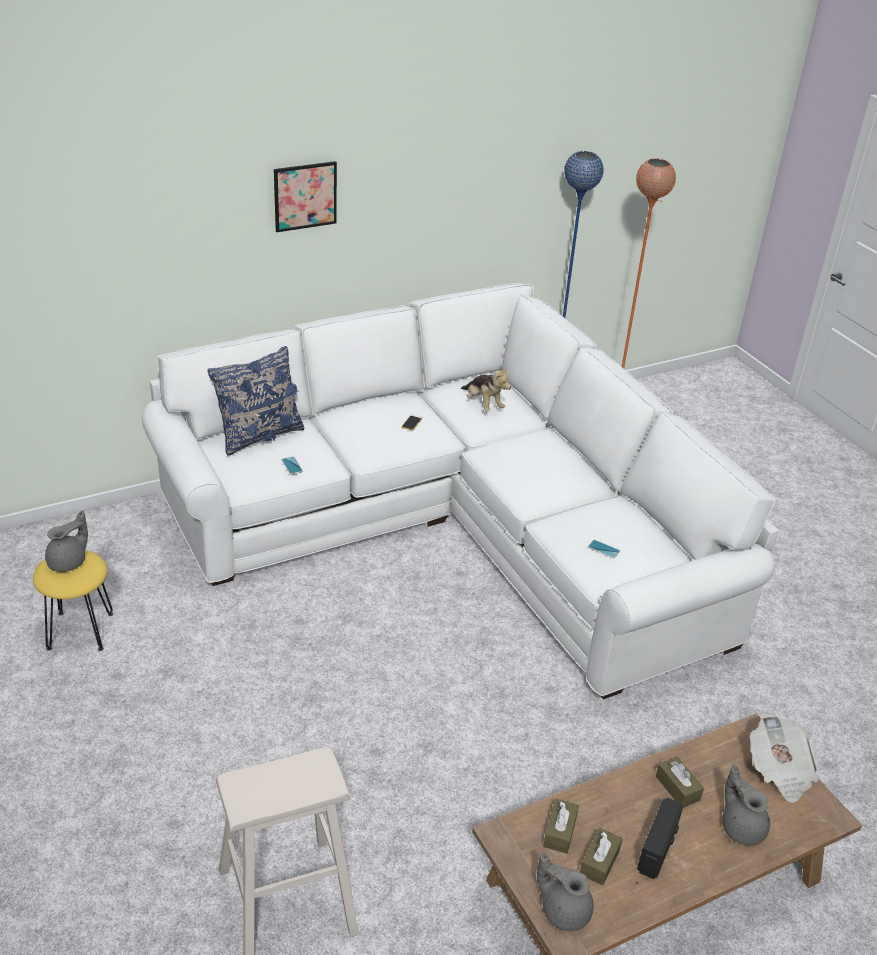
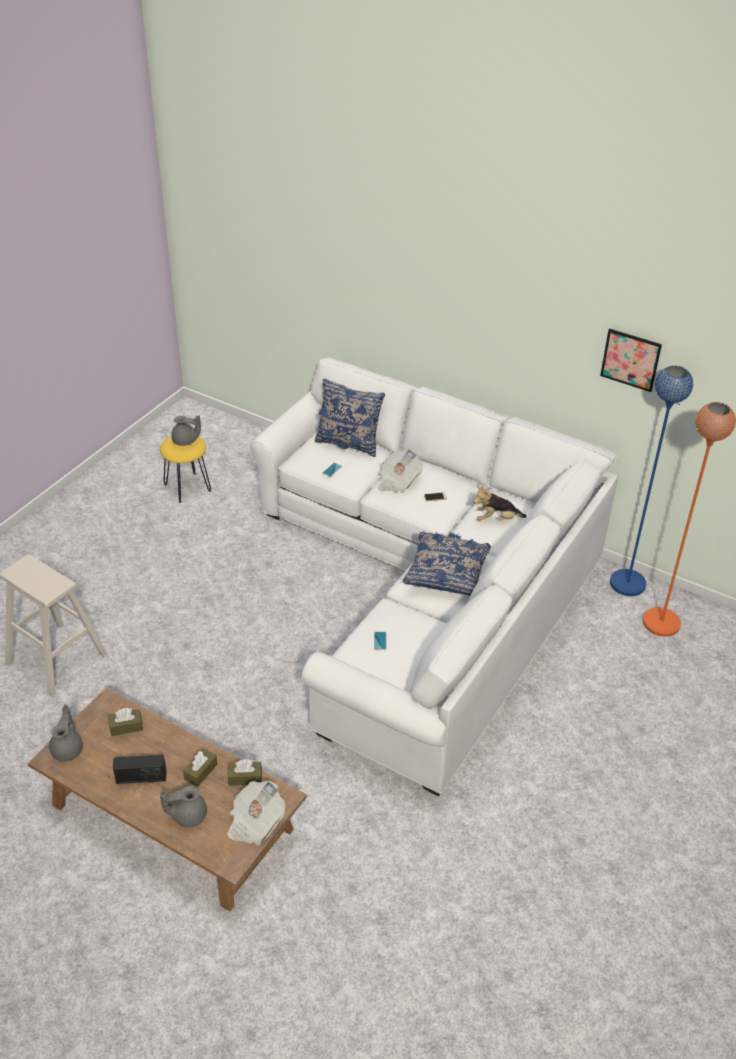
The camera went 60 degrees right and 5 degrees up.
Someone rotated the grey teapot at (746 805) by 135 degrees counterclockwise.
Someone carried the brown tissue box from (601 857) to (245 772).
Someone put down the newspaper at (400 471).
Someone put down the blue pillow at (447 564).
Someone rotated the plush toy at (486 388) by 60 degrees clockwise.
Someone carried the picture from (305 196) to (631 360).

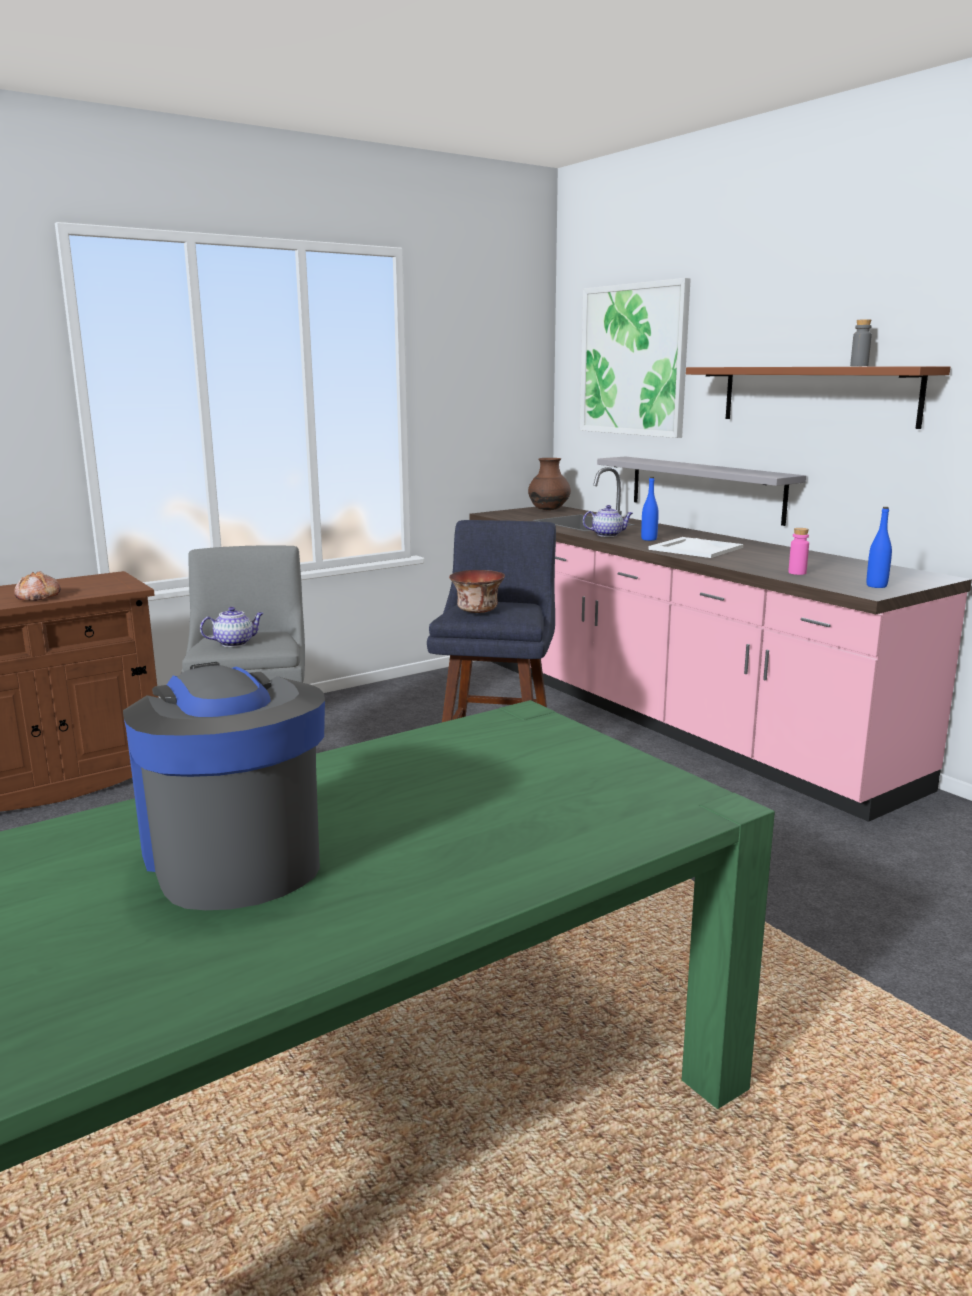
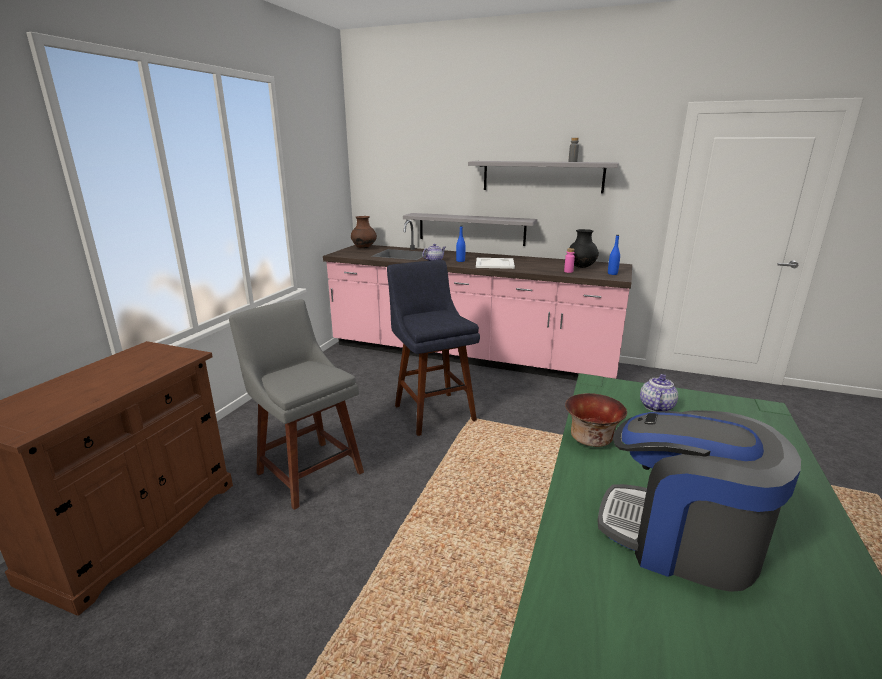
The camera went 35 degrees left and 5 degrees up.
Someone repainted the brown shelf at (818 397), which became the grey shelf at (543 177).
Someone carried the bowl from (477 591) to (596 420).
Someone put down the black vase at (584 248).
Someone carried the teapot from (232 627) to (659 393).
Someone took away the bread at (37 586).
Someone took away the picture at (635 358).

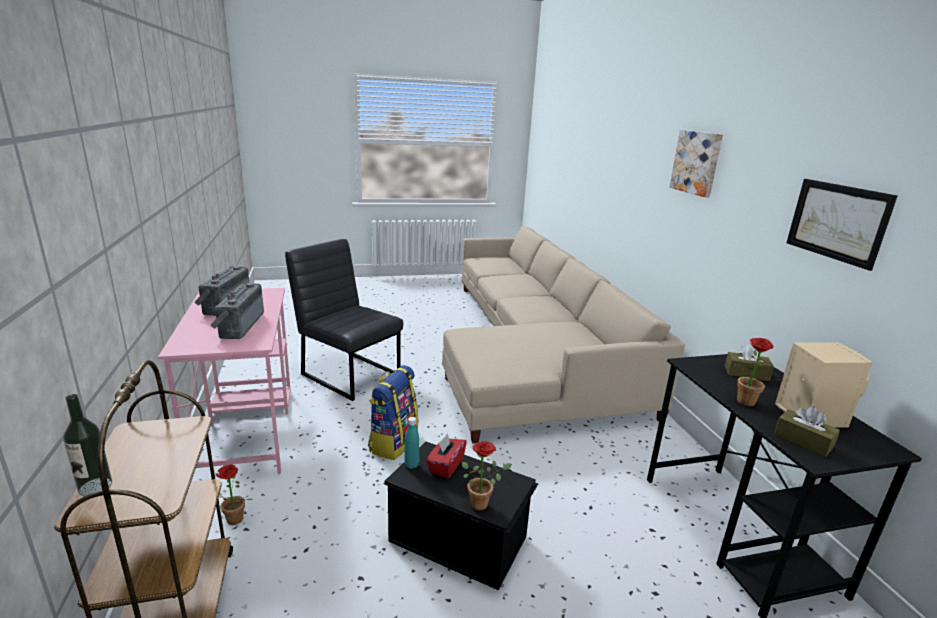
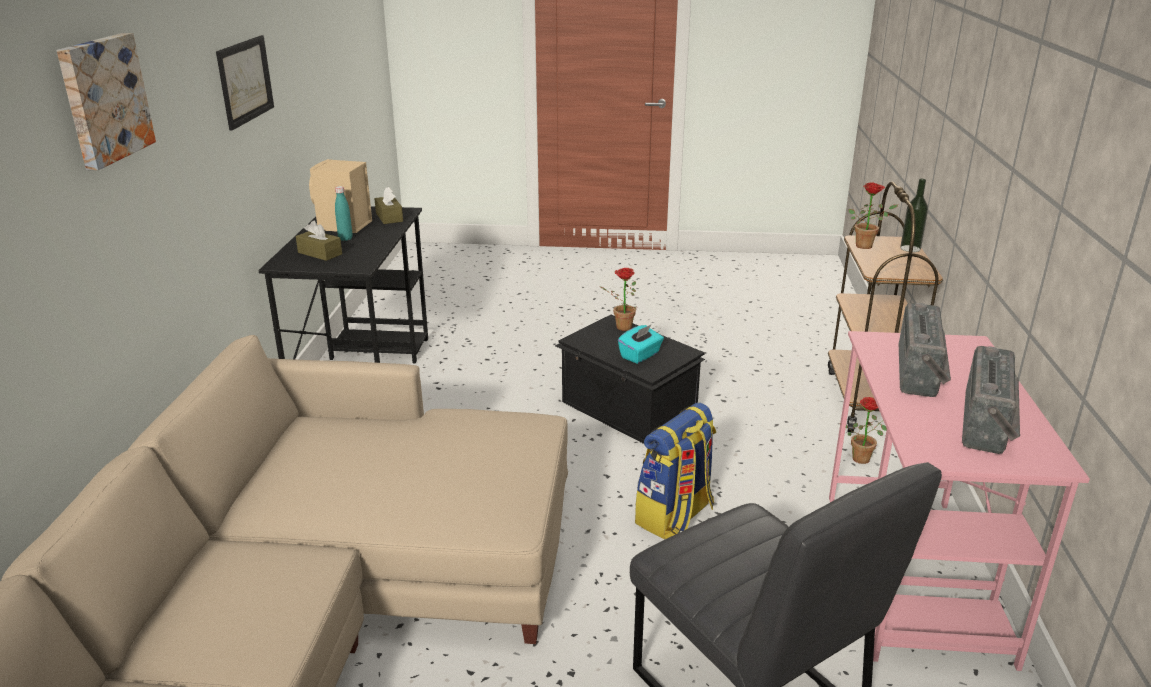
The camera went 160 degrees left and 5 degrees up.
Someone carried the turquoise bottle from (411 443) to (344 213).
Someone repainted the red tissue box at (446 456), which became the turquoise tissue box at (641 344).
Someone carried the potted plant from (758 372) to (873 216).

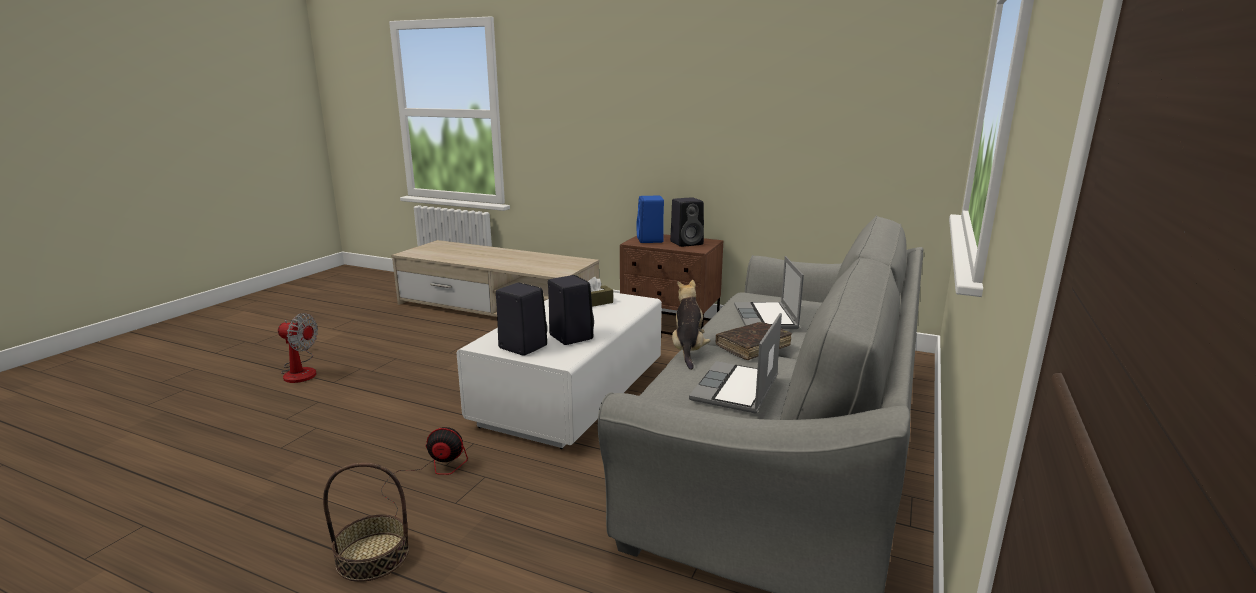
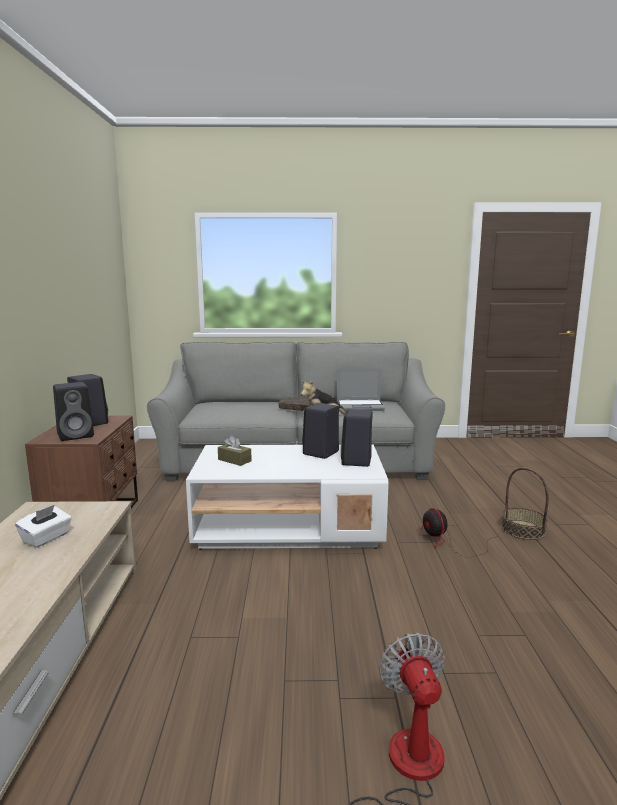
The camera went 115 degrees left and 5 degrees down.
Someone put down the white tissue box at (43 526).
Someone repainted the blue speaker at (650 219), which became the black speaker at (73 411).
Someone took away the laptop at (769 292).

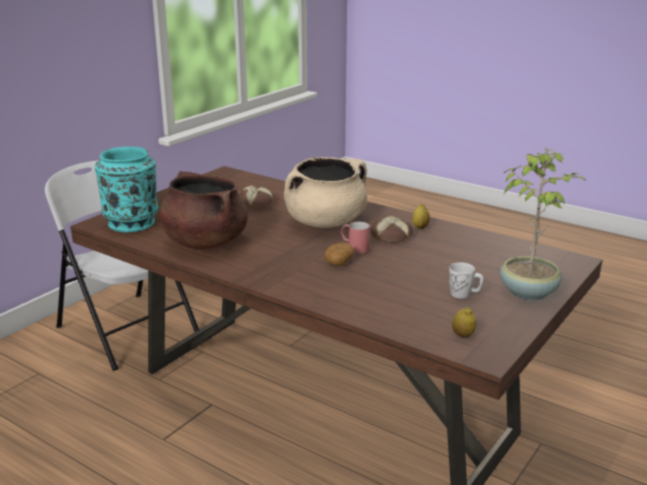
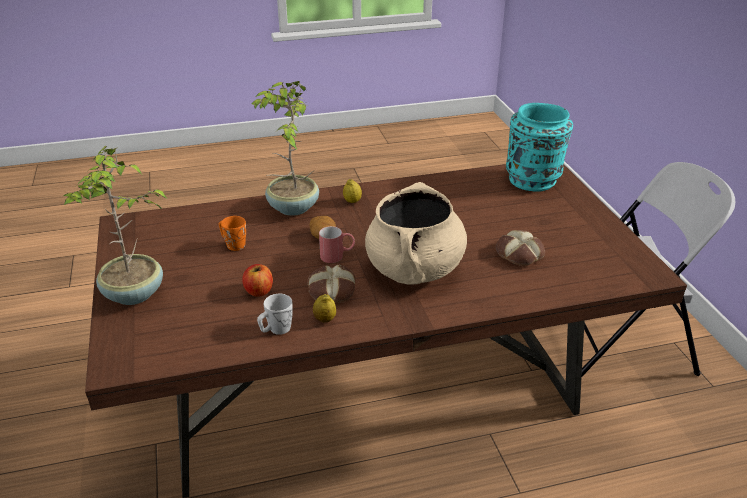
The camera went 130 degrees right and 10 degrees up.
Someone put down the orange mug at (232 233).
Someone put down the apple at (257 280).
Someone put down the potted plant at (285 148).
Someone carried the white mug from (466 280) to (275 314).
Someone carried the lemon from (464 322) to (352 191).
Someone took away the brown cooking pot at (203 210).

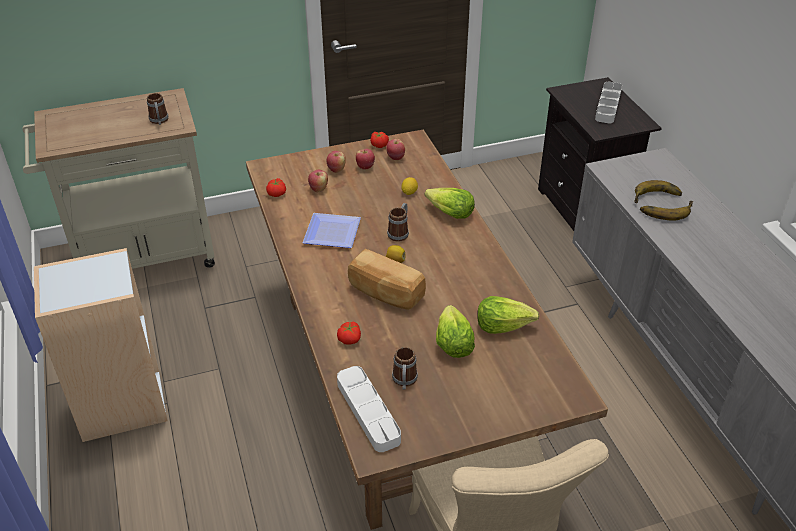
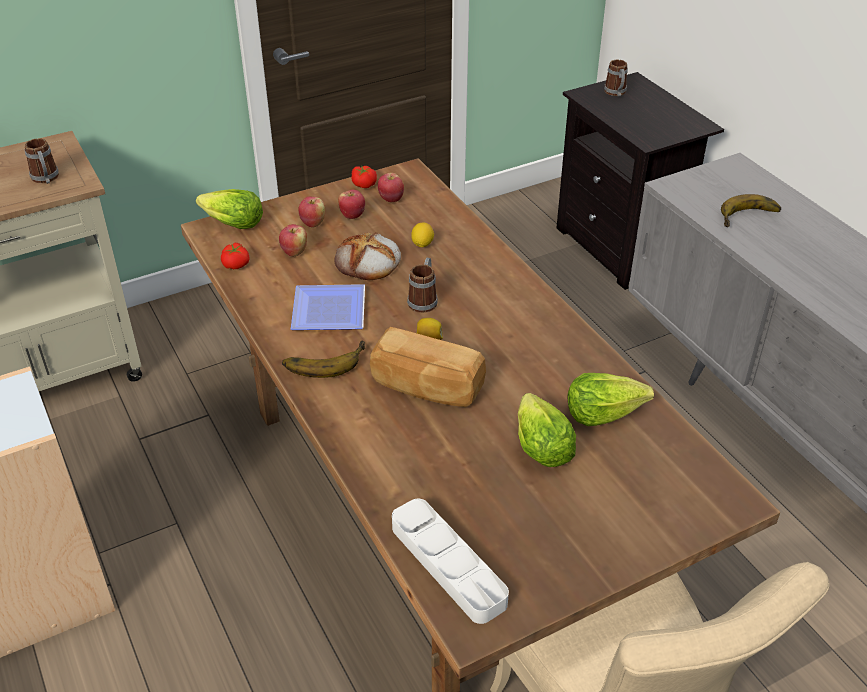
The camera went 10 degrees left and 0 degrees up.
Someone carried the lettuce from (450 203) to (229 209).
Someone carried the banana from (666 211) to (323 359).
Someone put down the bread at (367 256).
Someone carried the mug from (405 368) to (616 78).
Someone took away the tomato at (349 333).
Someone took away the grey tray at (608 102).

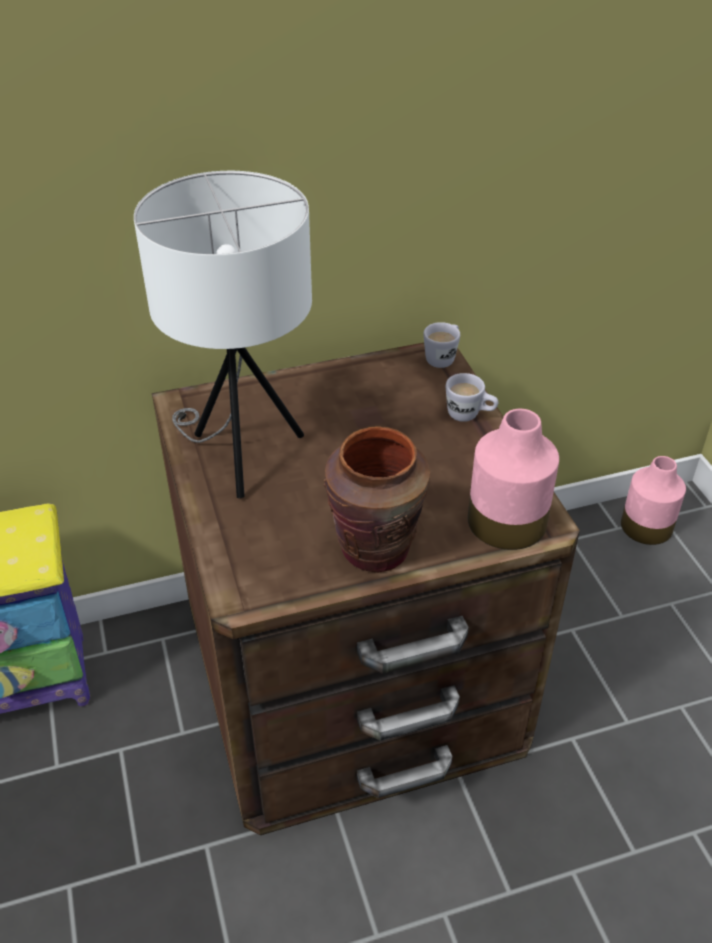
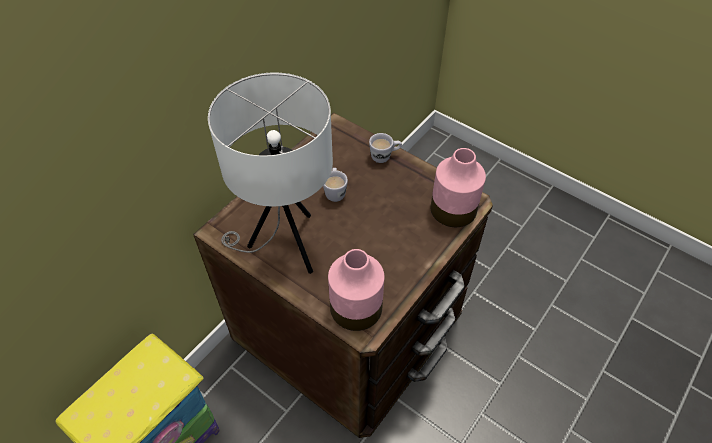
The camera went 35 degrees left and 10 degrees up.
Someone carried the white mug from (441 345) to (335 185).
Someone carried the pink vase from (653 500) to (356 290).
Someone took away the brown vase at (377 500).

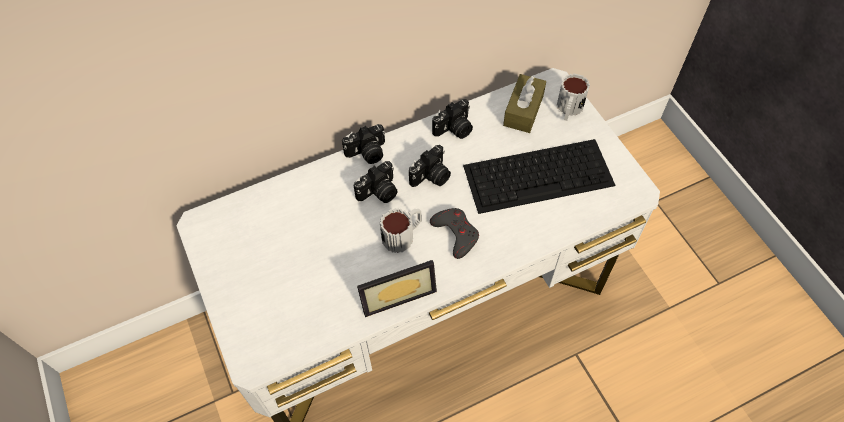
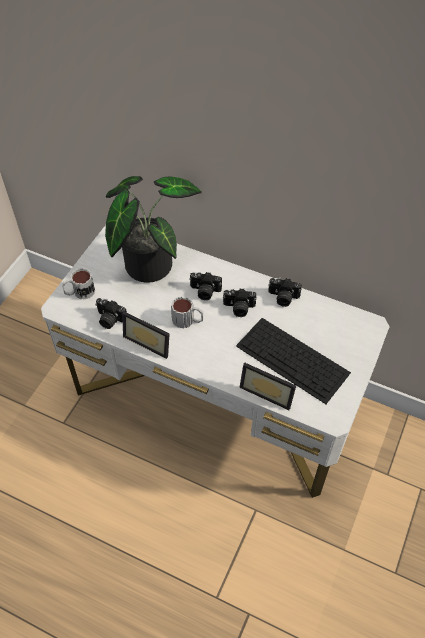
The camera went 50 degrees right and 5 degrees down.
Someone carried the mug from (573 97) to (78 284).
Someone carried the photo camera from (363 144) to (111 313).
Someone put down the potted plant at (153 229).
Someone put down the picture frame at (267 386).
Someone took away the grey game controller at (454 233).
Someone took away the brown tissue box at (524 103).

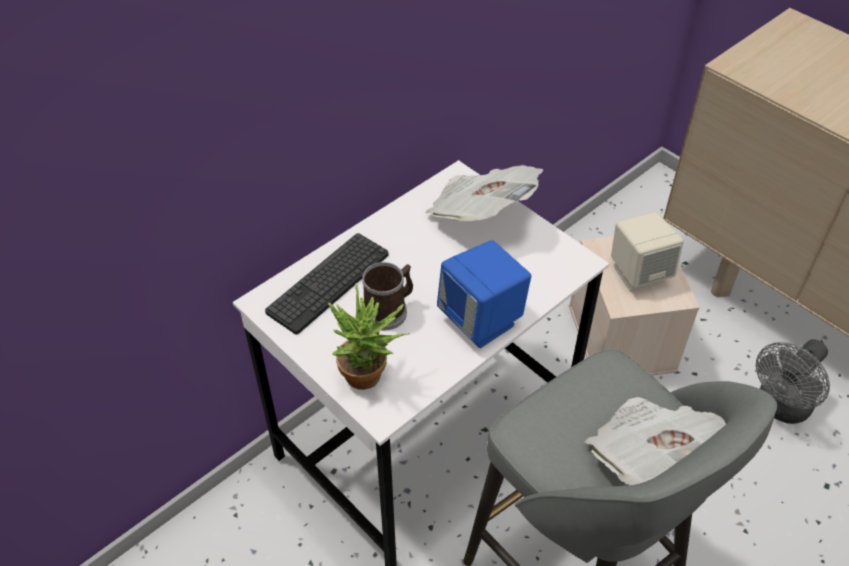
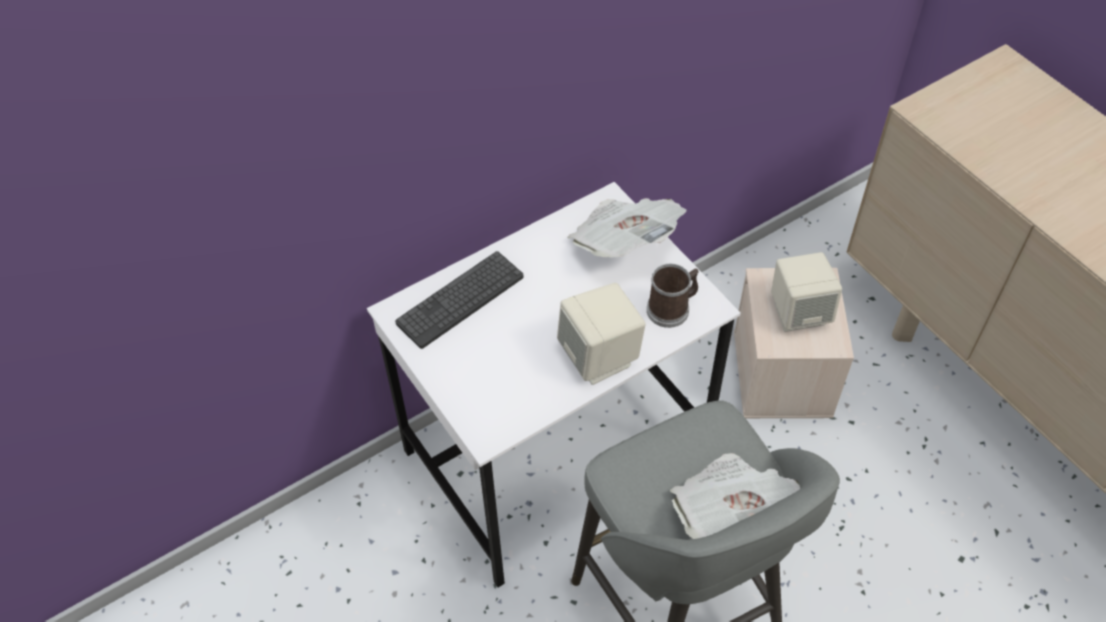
The camera went 10 degrees right and 5 degrees up.
Someone repainted the blue speaker at (484 294), which became the beige speaker at (601 334).
Someone carried the mug from (387 296) to (673 296).
Someone took away the potted plant at (369 336).
Someone took away the grey fan at (793 381).

